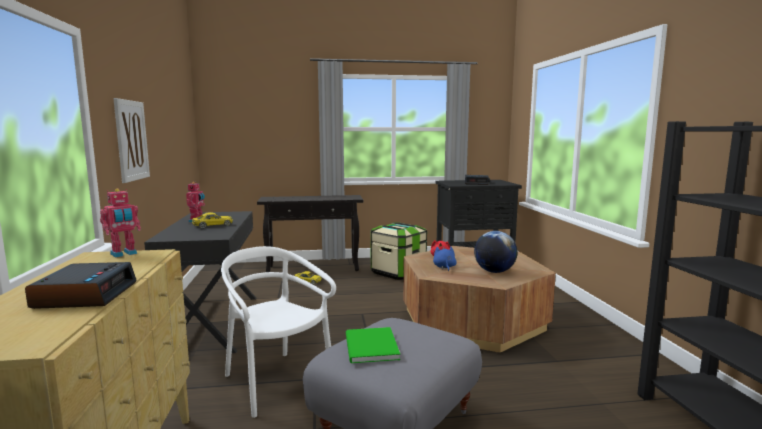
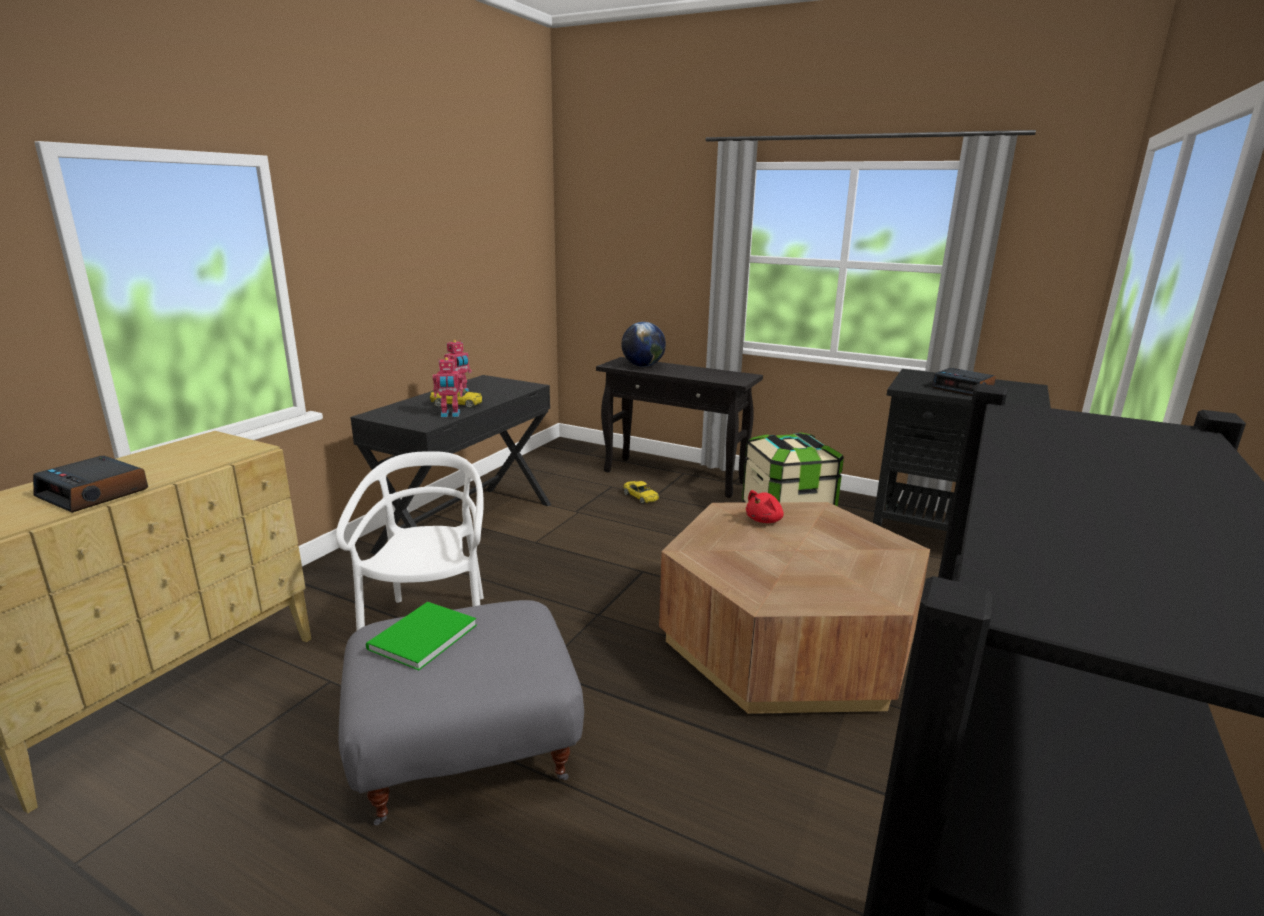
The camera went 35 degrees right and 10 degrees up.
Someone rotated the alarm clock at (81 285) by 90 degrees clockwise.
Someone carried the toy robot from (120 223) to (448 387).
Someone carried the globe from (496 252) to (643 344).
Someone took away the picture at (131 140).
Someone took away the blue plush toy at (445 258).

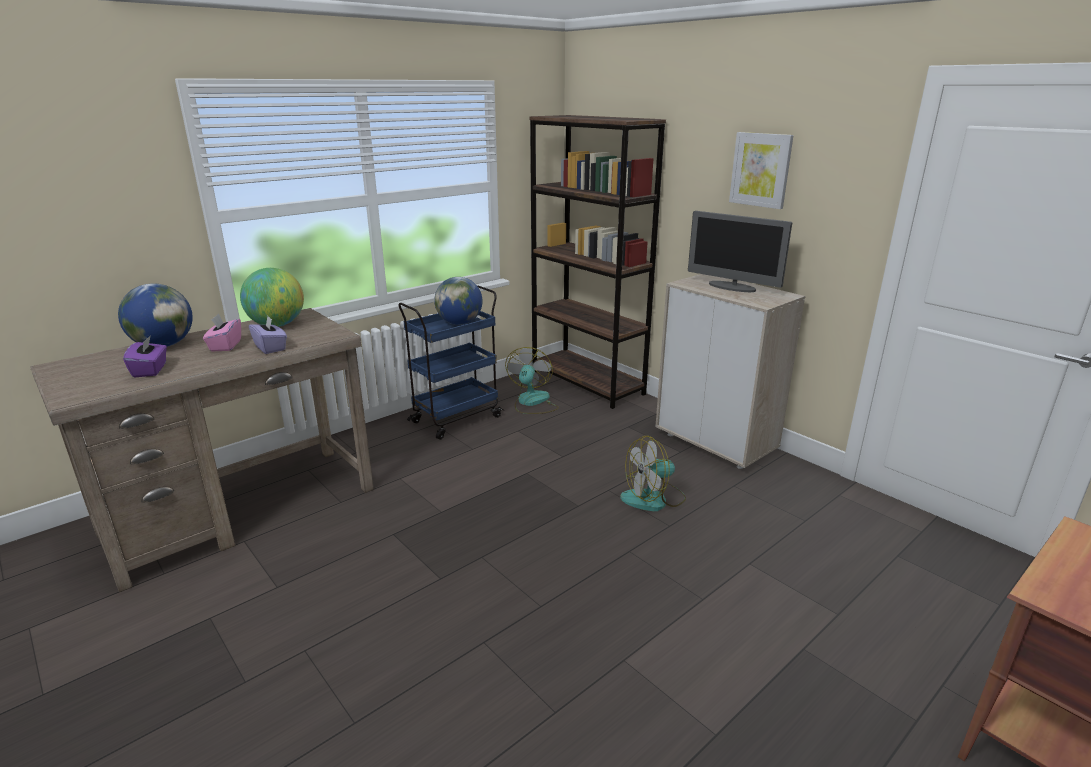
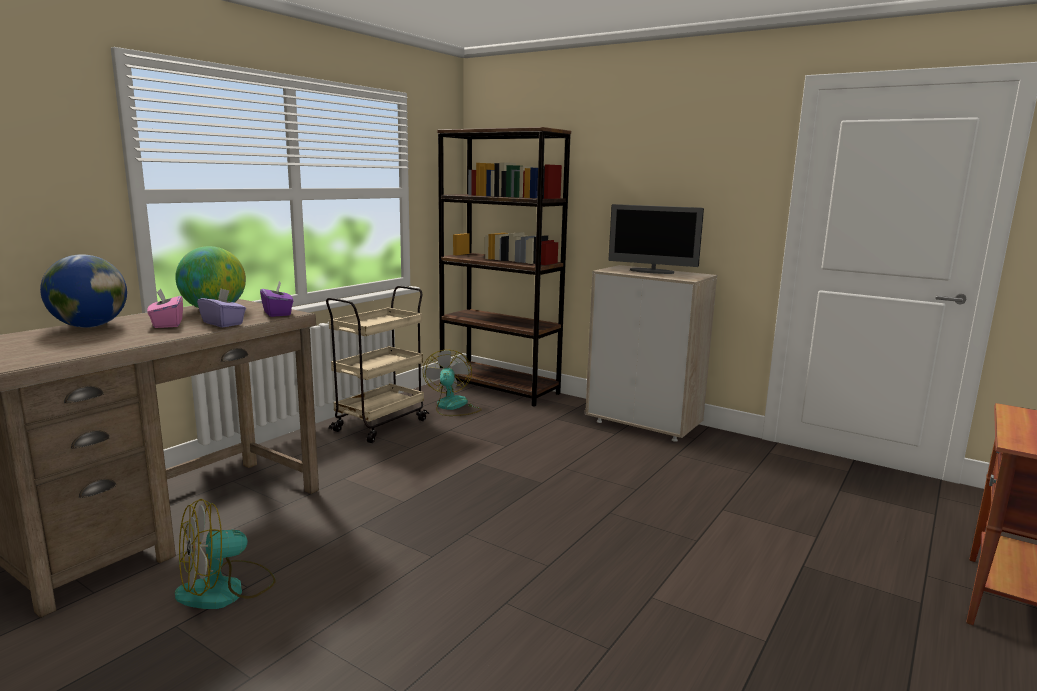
The camera went 15 degrees left and 10 degrees down.
Someone carried the fan from (653 473) to (225 553).
Someone carried the purple tissue box from (145 356) to (276 299).
Someone repainted the blue cart at (451 363), which became the beige cart at (377 364).
Someone took away the globe at (458 301).
Someone took away the picture at (761 170).

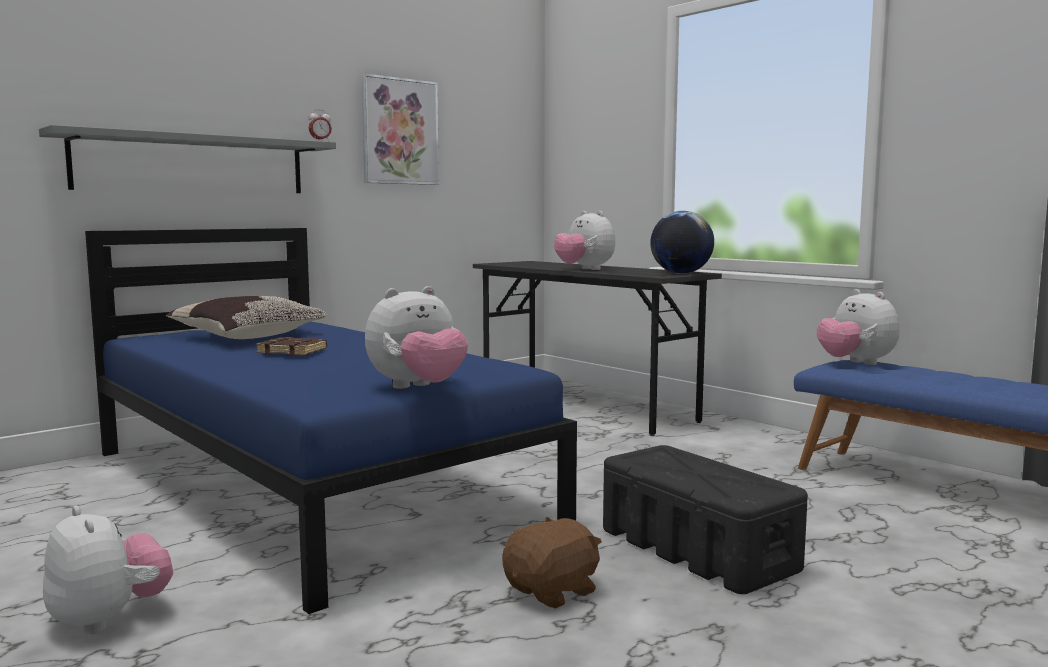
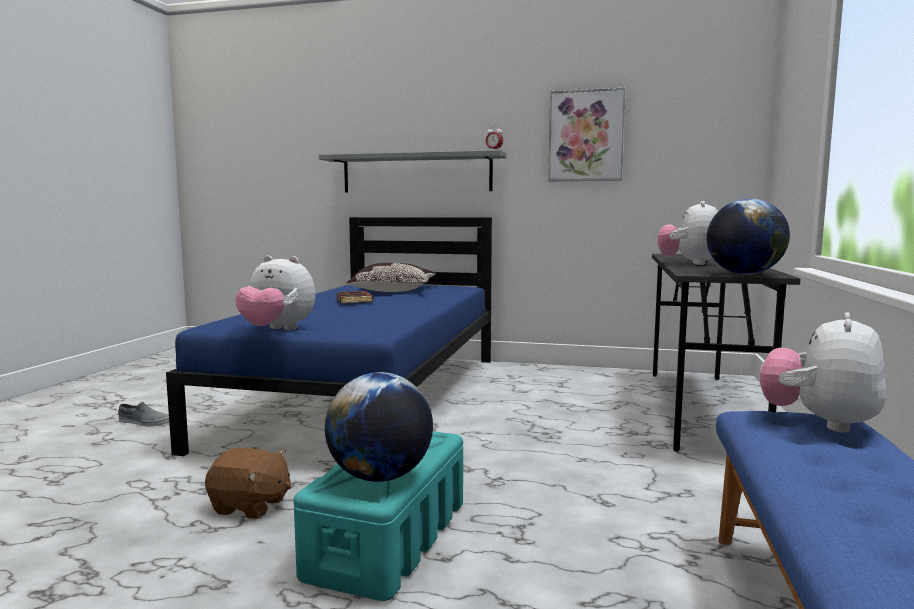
The camera went 55 degrees right and 0 degrees up.
Someone swapped the plush toy at (108 570) for the grey shoe at (143 414).
Someone repainted the black storage box at (705 519), which became the turquoise storage box at (378 516).
Someone put down the globe at (379 427).

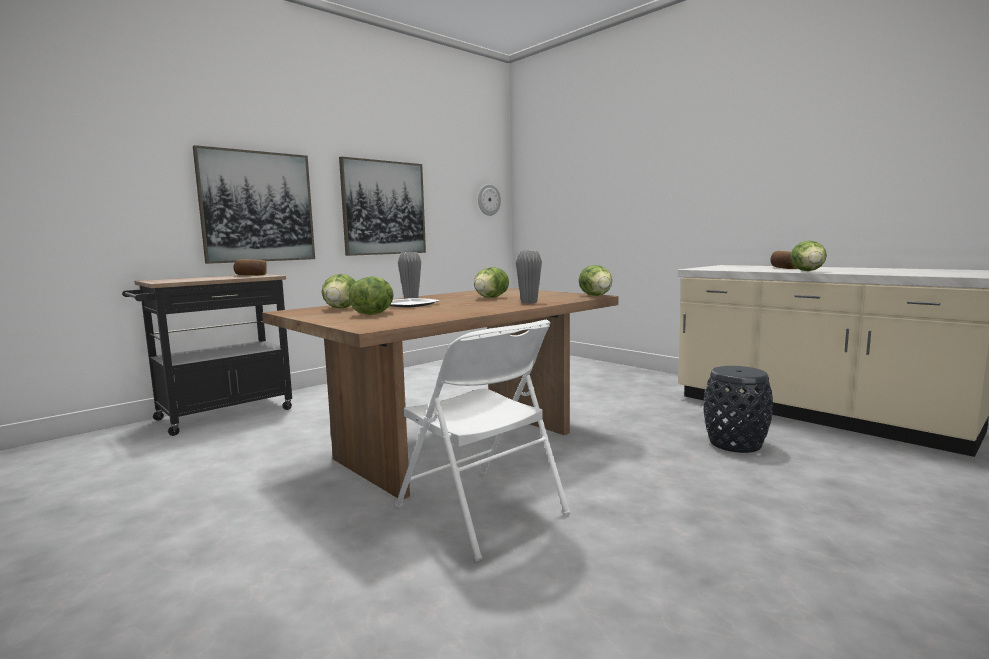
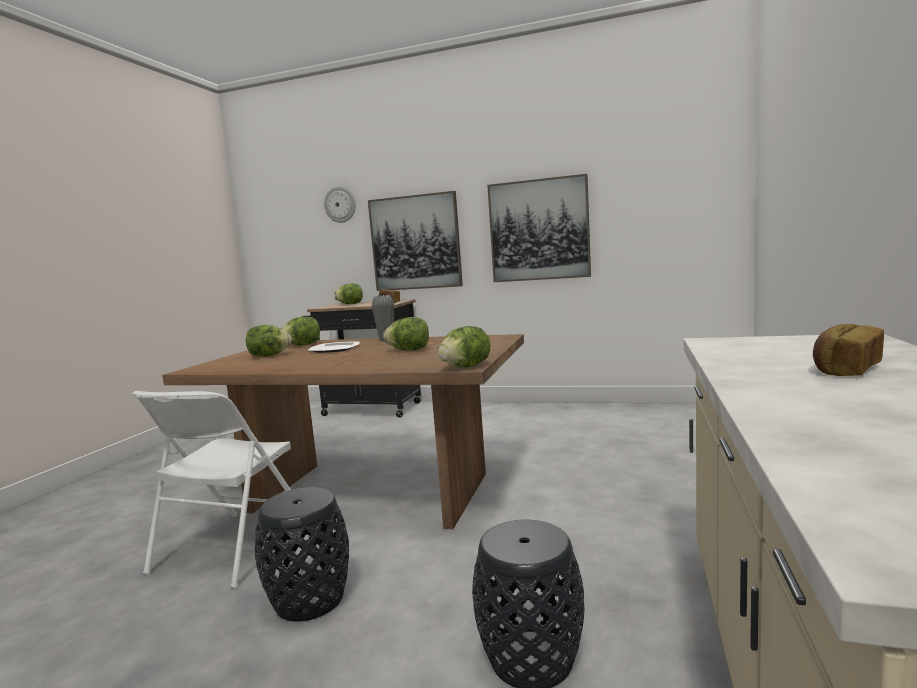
The camera went 60 degrees right and 0 degrees up.
Someone put down the black stool at (302 554).
Someone carried the wall clock from (489 200) to (340 205).
Someone carried the lettuce from (808 256) to (348 293).
Someone took away the grey vase at (529 277).

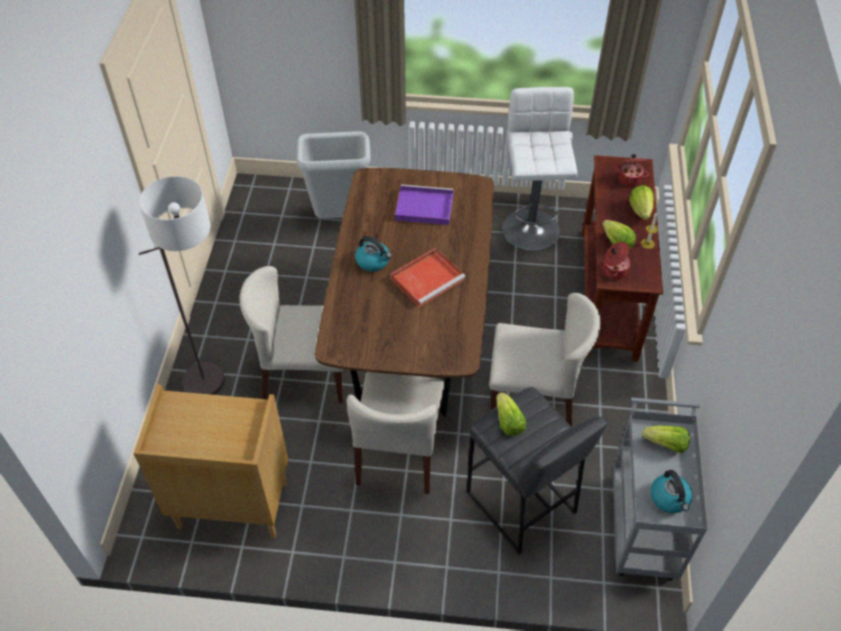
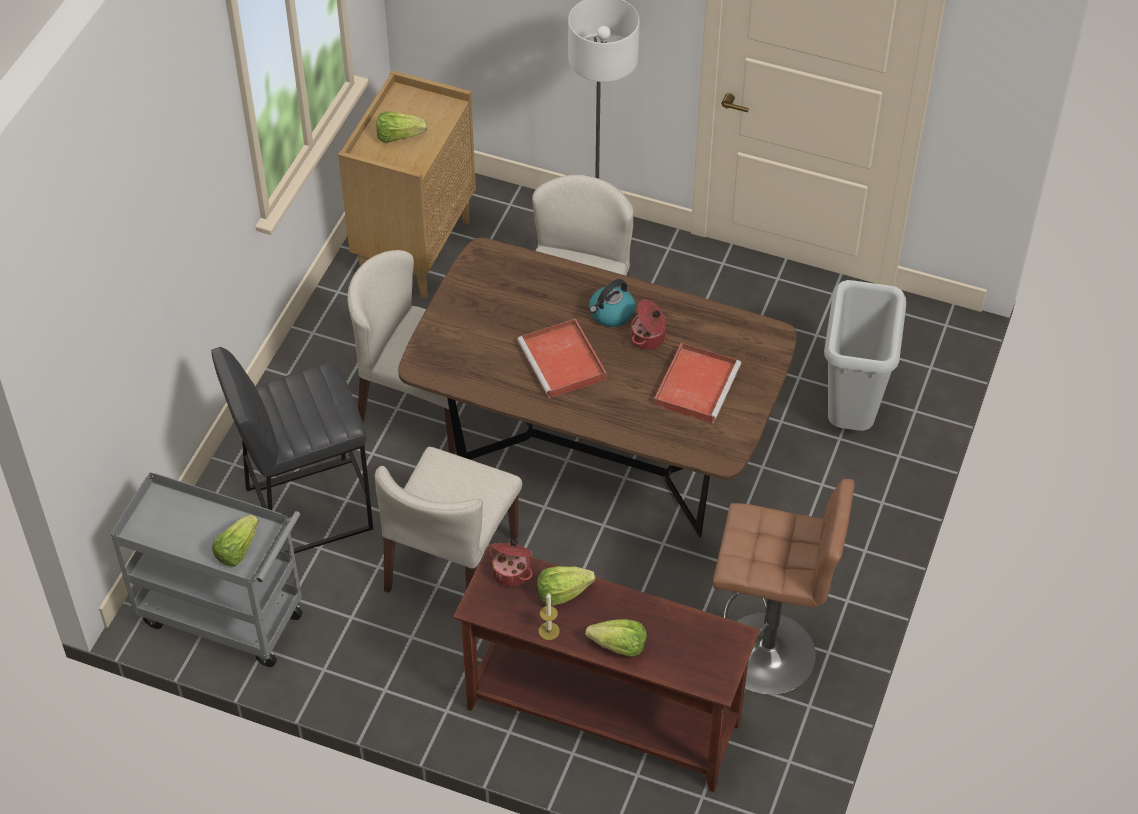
The camera went 105 degrees right and 0 degrees up.
Someone carried the lettuce from (511 414) to (401 127).
Someone carried the cooking pot from (632 170) to (648 325).
Someone repainted the purple tray at (424 204), which became the red tray at (697 383).
Someone repainted the white stool at (539 169), which became the brown stool at (783 587).
Someone took away the kettle at (671 491).

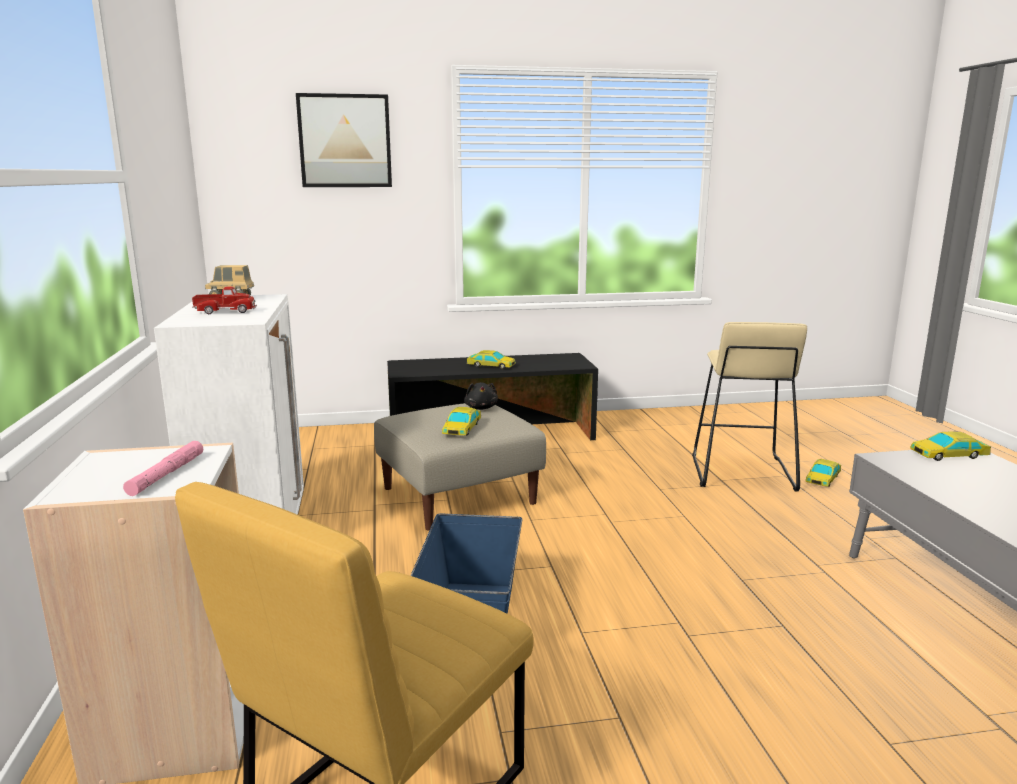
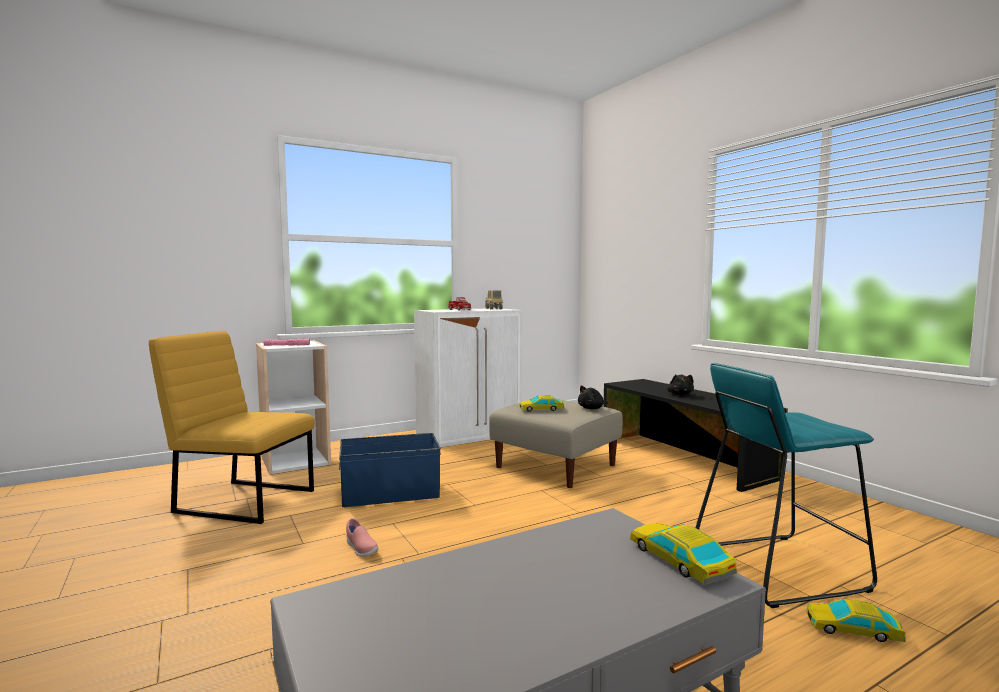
The camera went 70 degrees right and 10 degrees down.
Someone put down the pink shoe at (362 537).
Someone swapped the toy car at (491 359) for the black plush toy at (680 384).
Someone repainted the beige stool at (749 407), which became the turquoise stool at (786 485).
Someone took away the picture at (344 140).

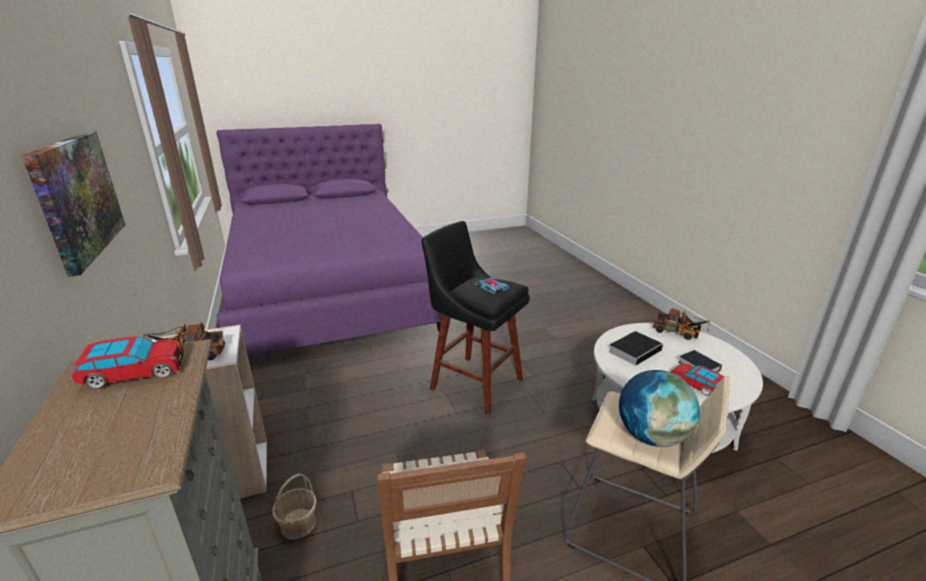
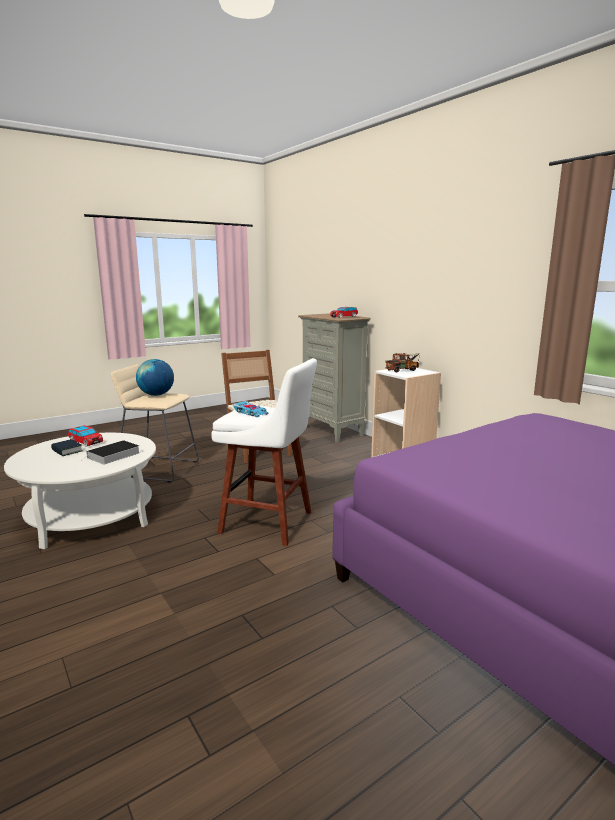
The camera went 165 degrees right and 10 degrees down.
Someone repainted the black stool at (475 318), which became the white stool at (264 452).
Someone took away the picture at (73 204).
Someone took away the basket at (294 506).
Someone took away the toy truck at (681 324).

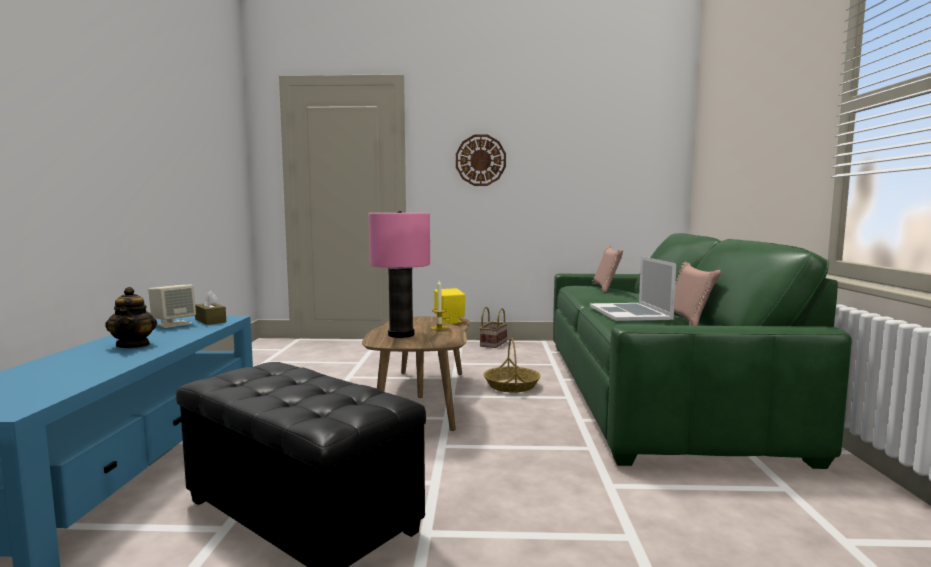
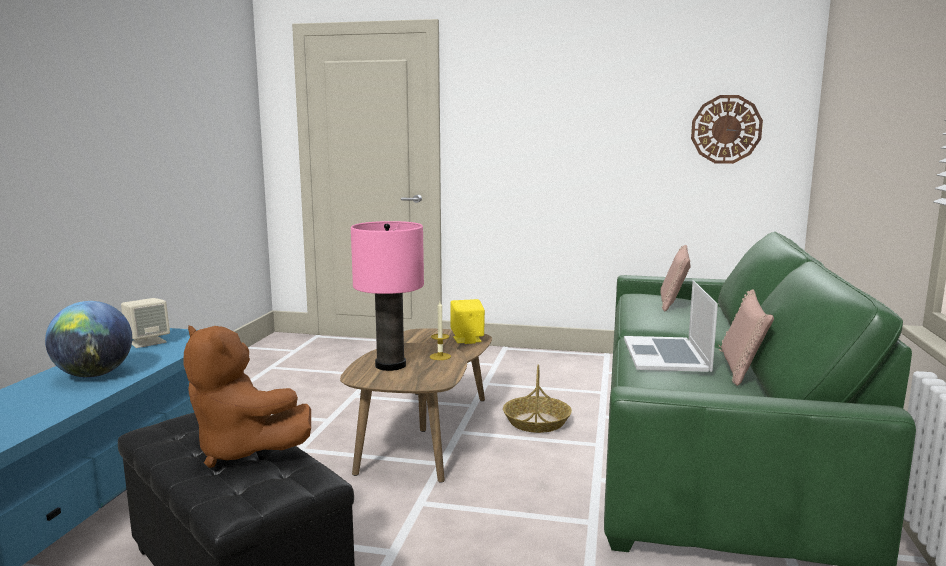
The camera went 10 degrees right and 5 degrees up.
Someone swapped the teapot at (131 317) for the globe at (88 339).
Someone put down the brown plush toy at (247 396).
Someone carried the wall clock from (481 160) to (727 129).
Someone took away the brown tissue box at (210 308).
Someone took away the basket at (494 327).

